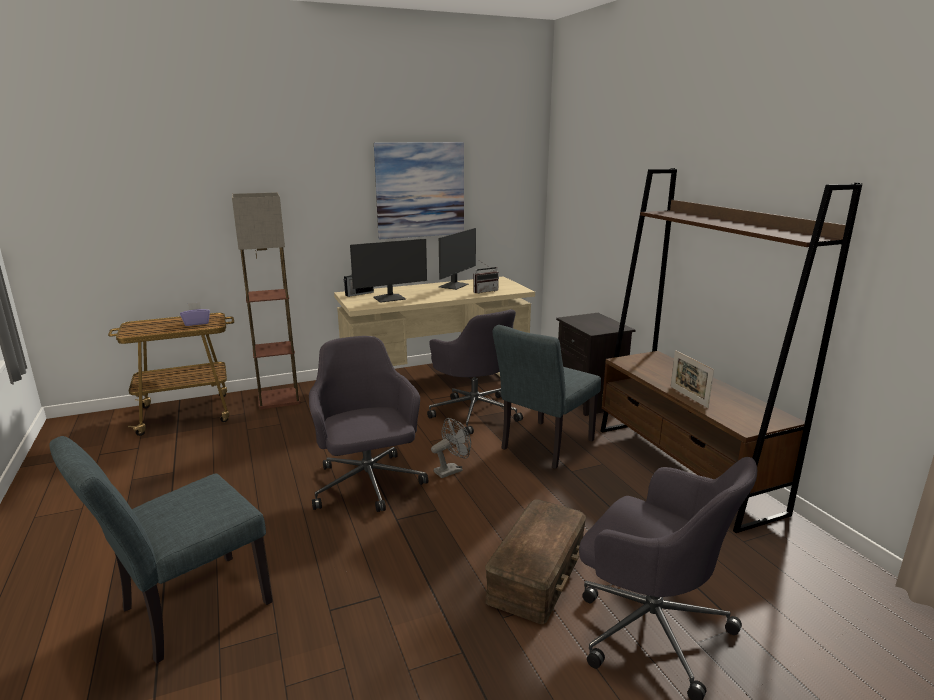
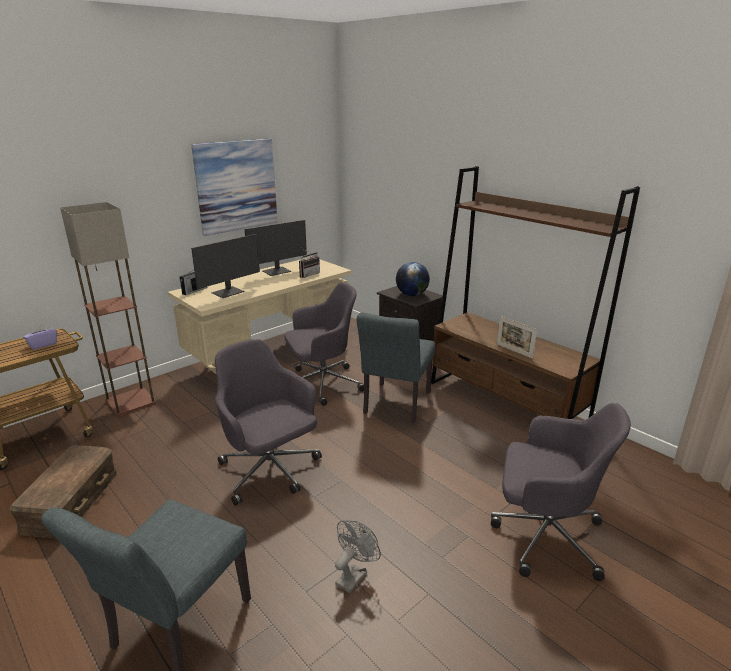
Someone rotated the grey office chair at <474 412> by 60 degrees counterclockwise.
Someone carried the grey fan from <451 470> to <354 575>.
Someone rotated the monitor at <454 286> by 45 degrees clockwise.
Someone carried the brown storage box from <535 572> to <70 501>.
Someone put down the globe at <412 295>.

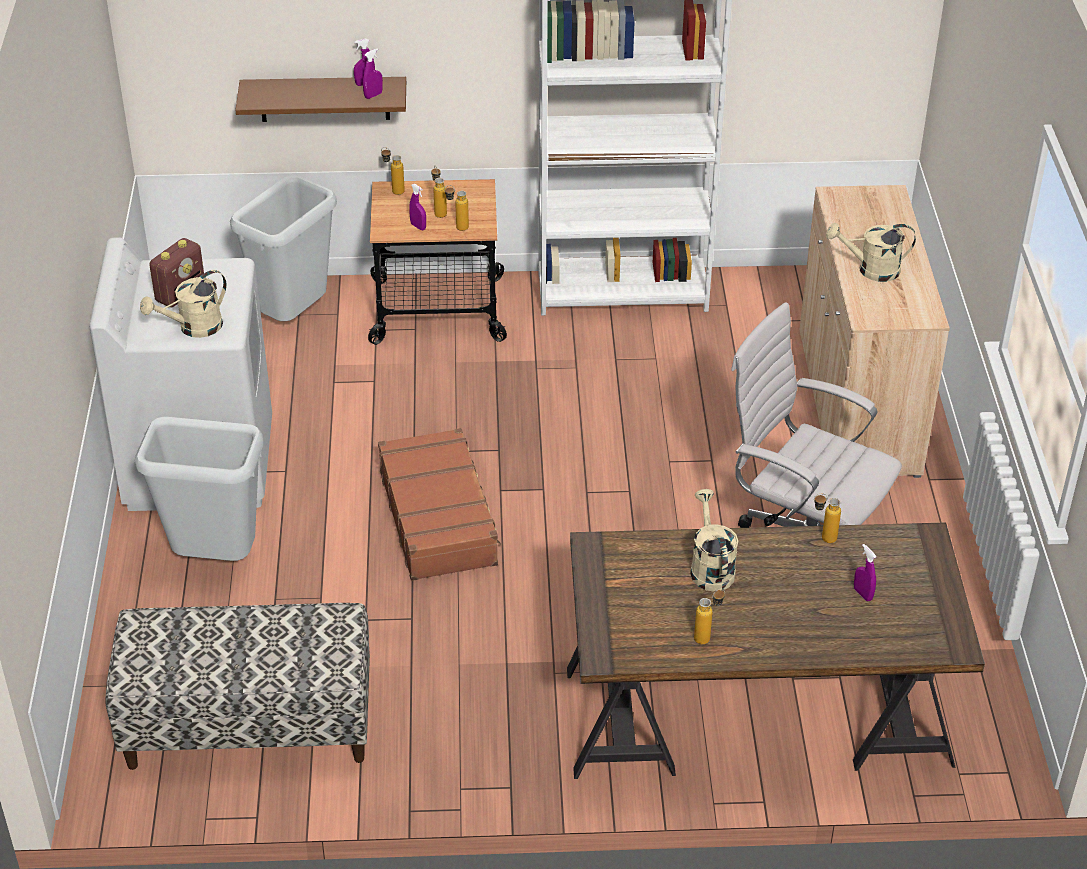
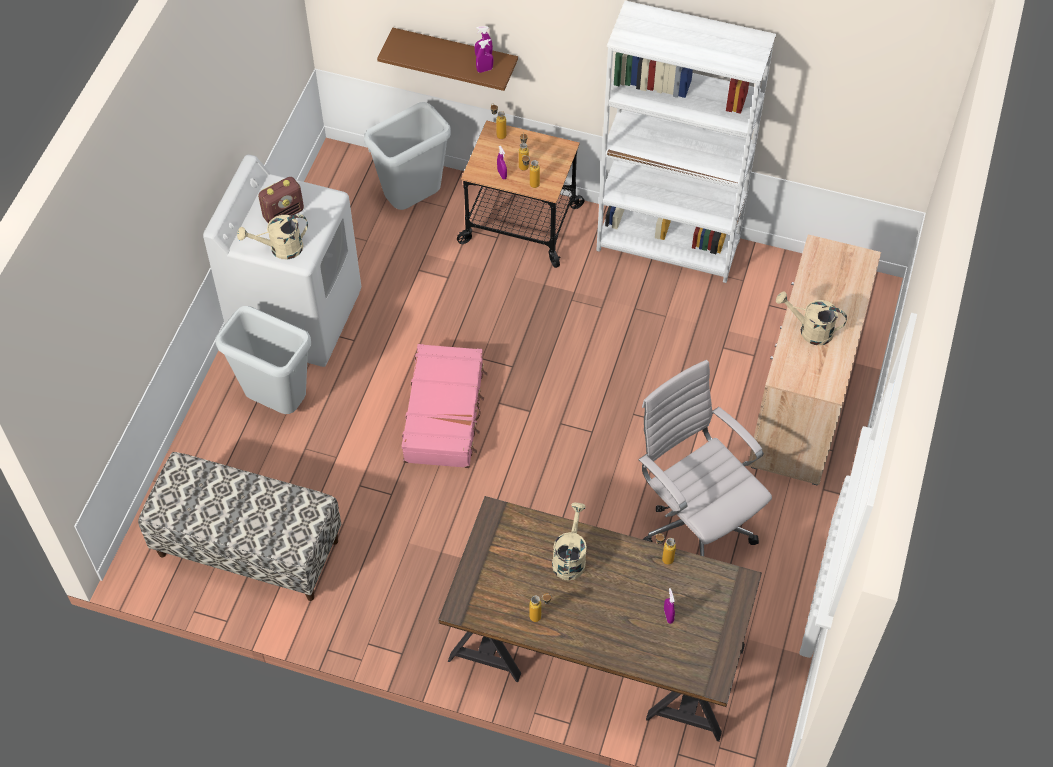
Someone repainted the brown suitcase at <439 517>, which became the pink suitcase at <445 413>.

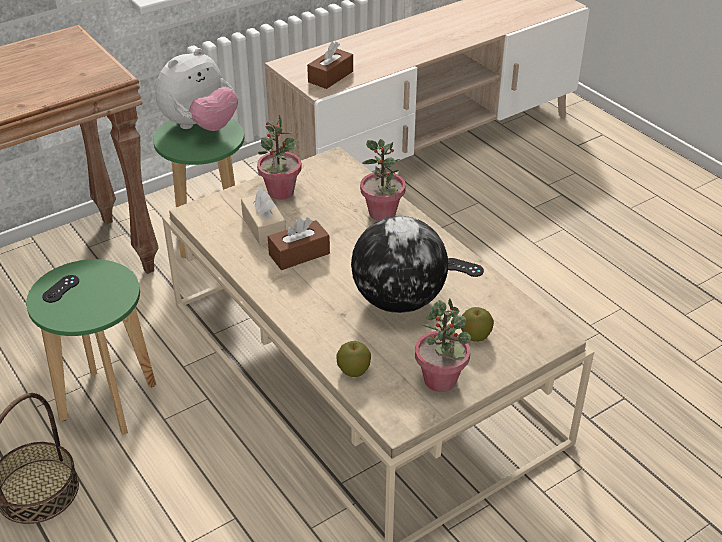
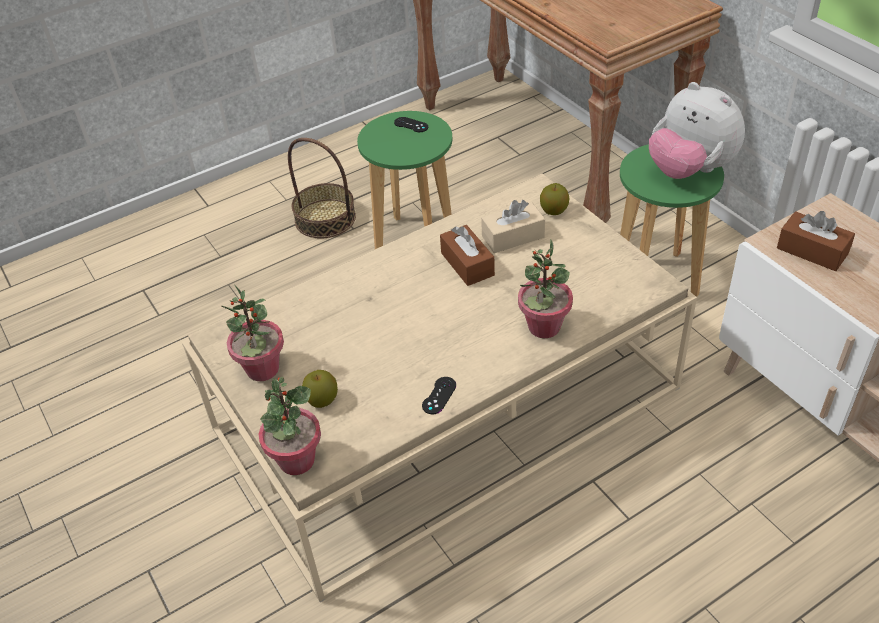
Someone carried the potted plant from <280 192> to <296 460>.
Someone carried the apple from <353 370> to <554 211>.
Someone took away the globe at <398 300>.

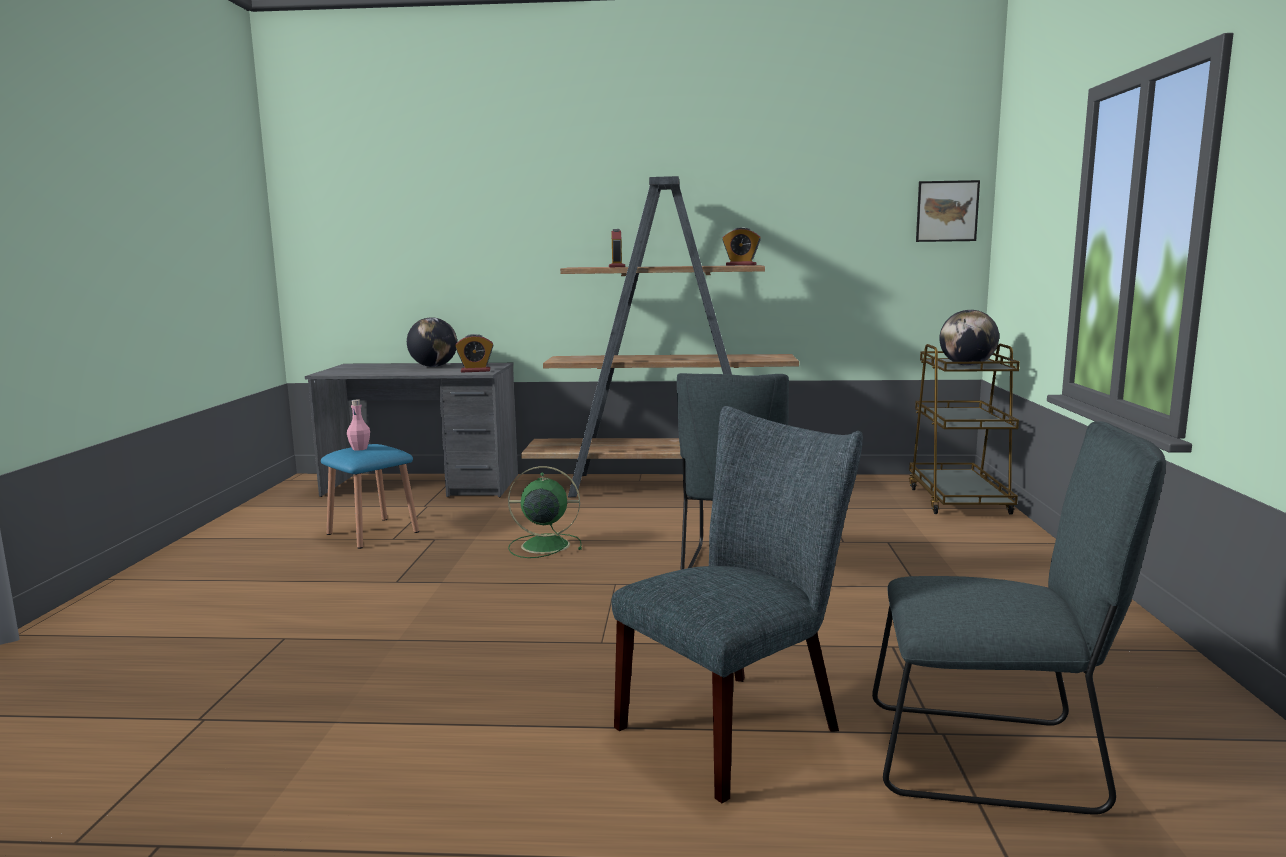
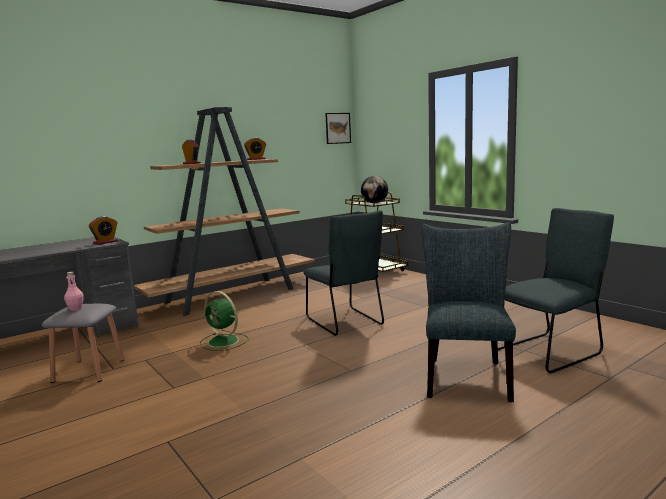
Someone repainted the blue stool at <373 533>, which became the grey stool at <89 370>.
Someone took away the globe at <433 366>.
Someone rotated the green fan at <543 545> by 105 degrees counterclockwise.

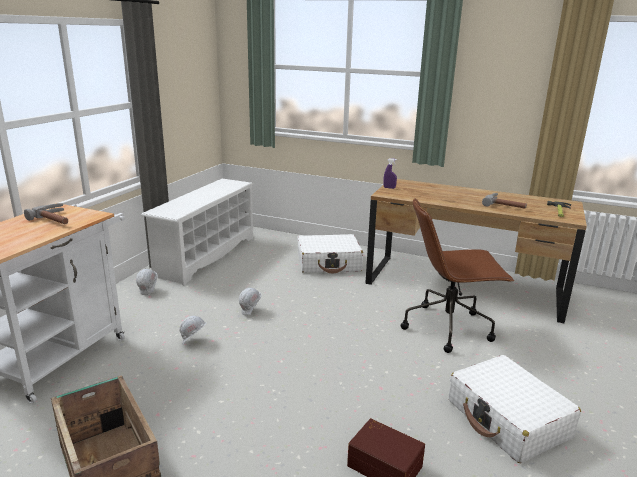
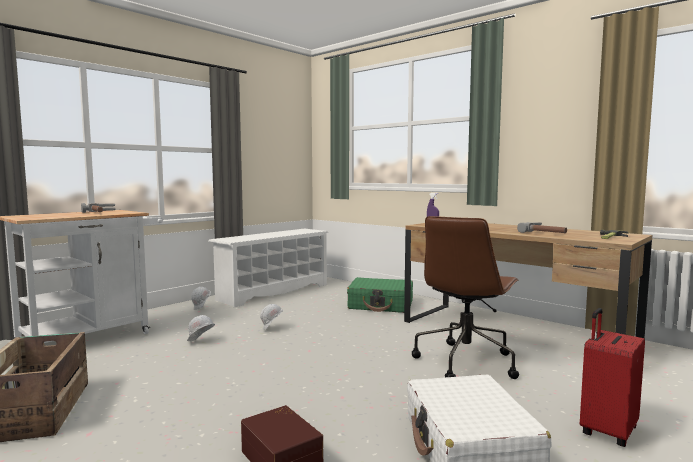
Someone repainted the white suitcase at <329 263>, which became the green suitcase at <381 305>.
Someone rotated the brown office chair at <448 327> by 75 degrees counterclockwise.
Someone put down the red suitcase at <607 431>.

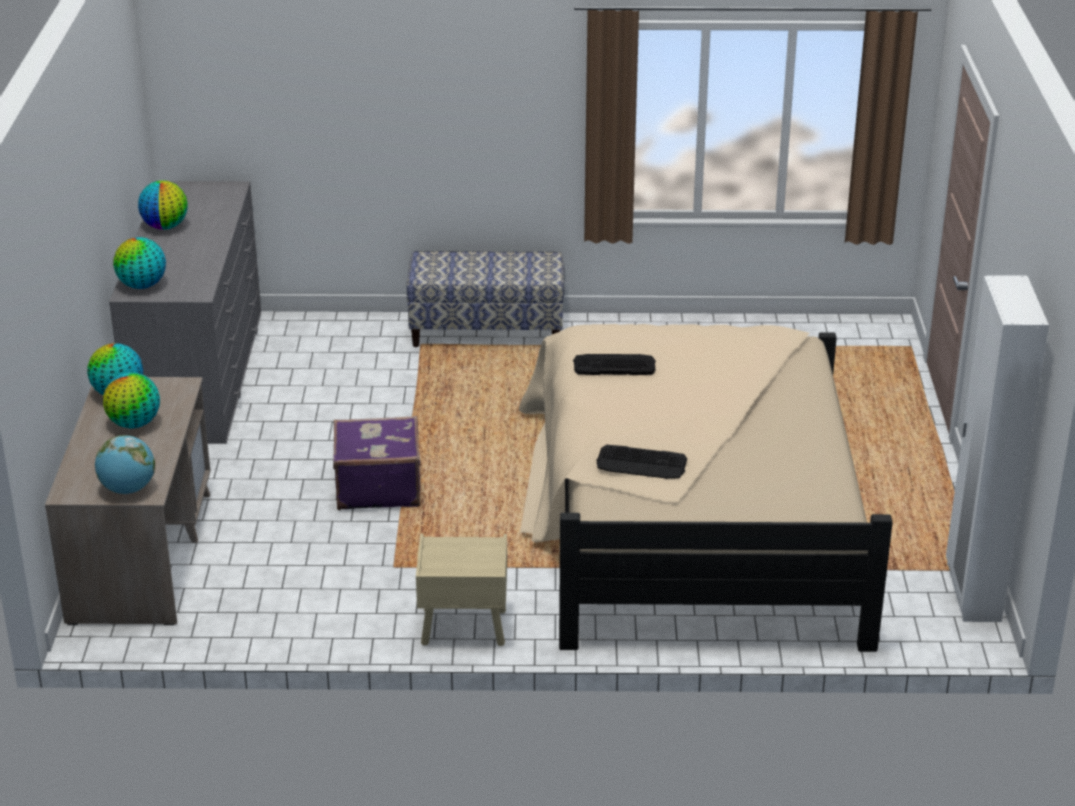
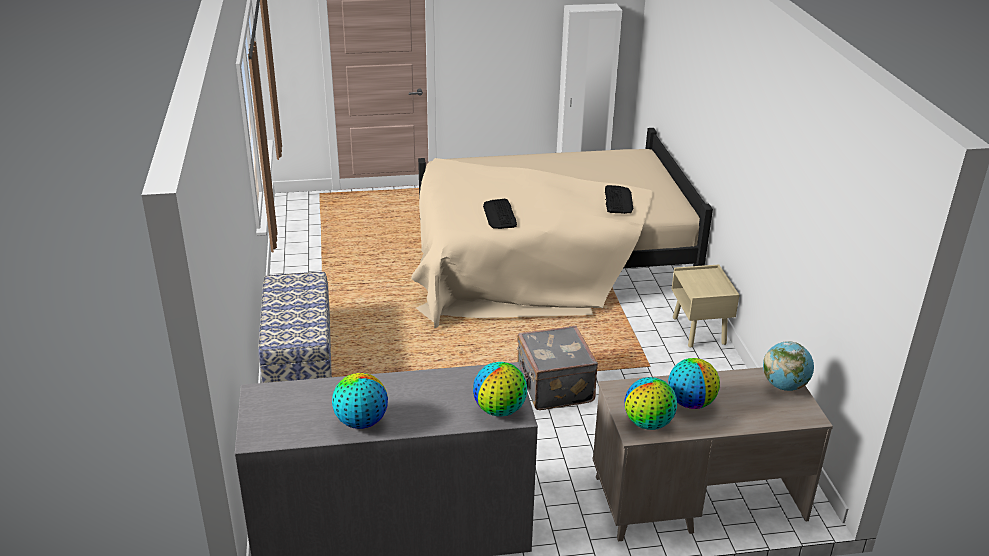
Someone repainted the purple suitcase at <377 487>, which became the grey suitcase at <553 387>.

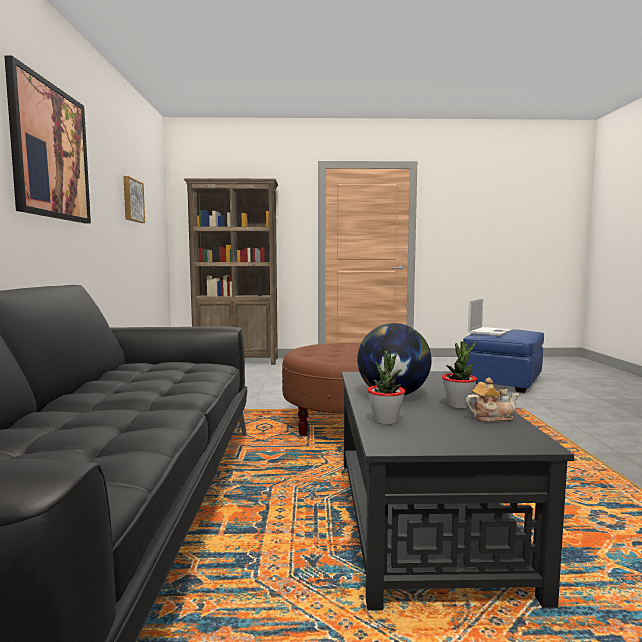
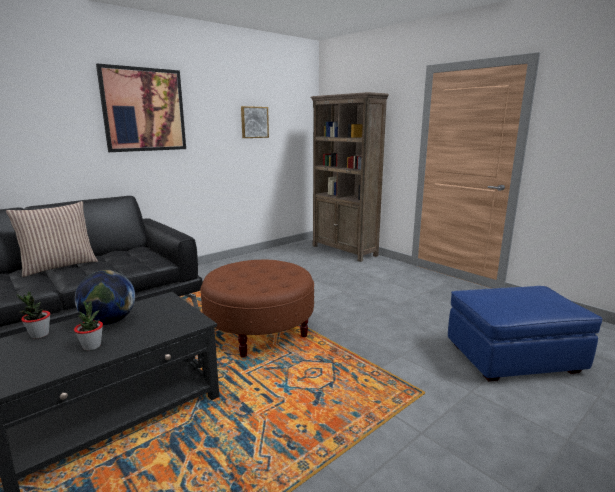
Someone took away the teapot at <491 417>.
Someone took away the laptop at <490 332>.
Someone put down the pillow at <59 266>.

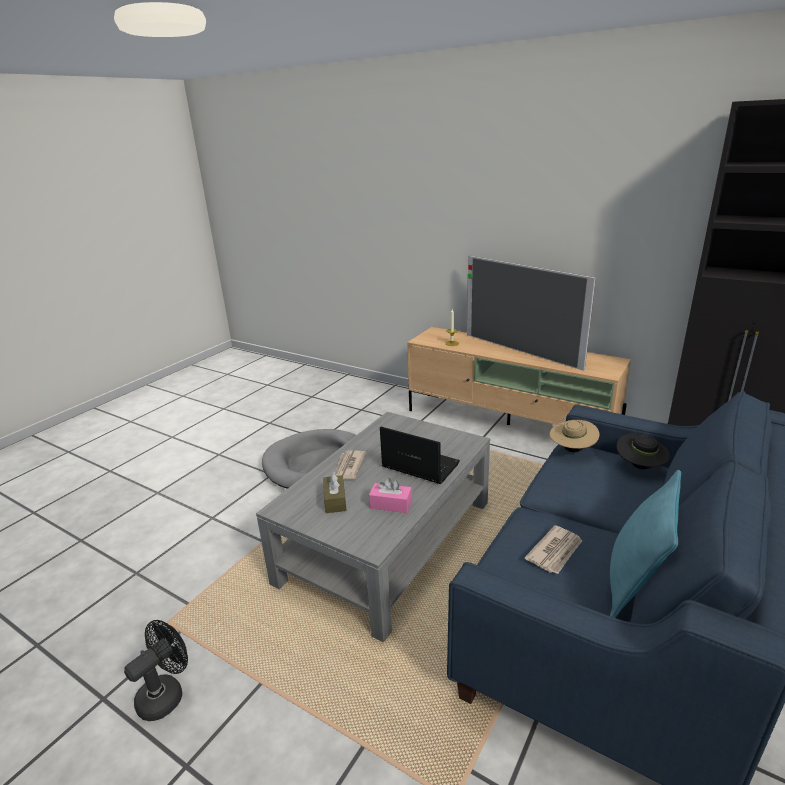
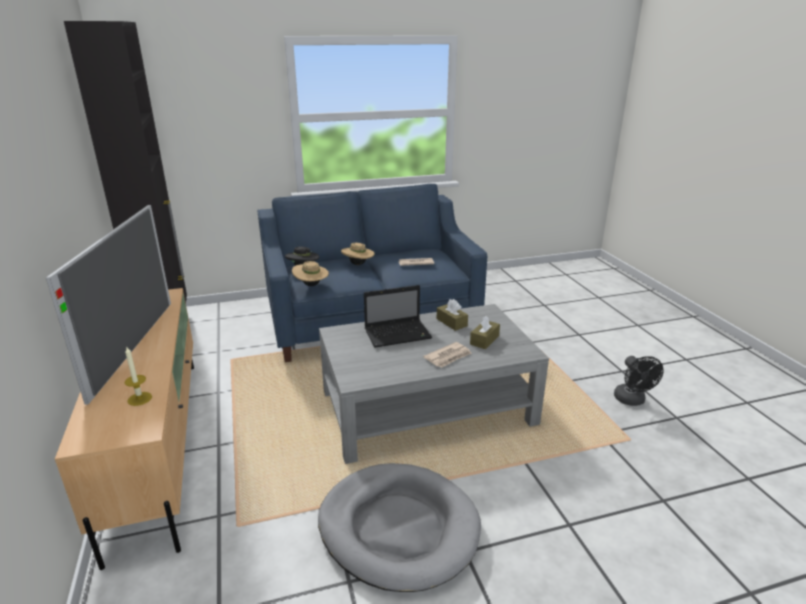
Someone rotated the black fan at <166 694> by 90 degrees counterclockwise.
Someone repainted the pink tissue box at <391 504>, which became the brown tissue box at <451 322>.
Someone rotated the laptop at <418 465> by 90 degrees counterclockwise.
Someone took away the turquoise pillow at <635 584>.
Someone put down the beige hat at <358 264>.

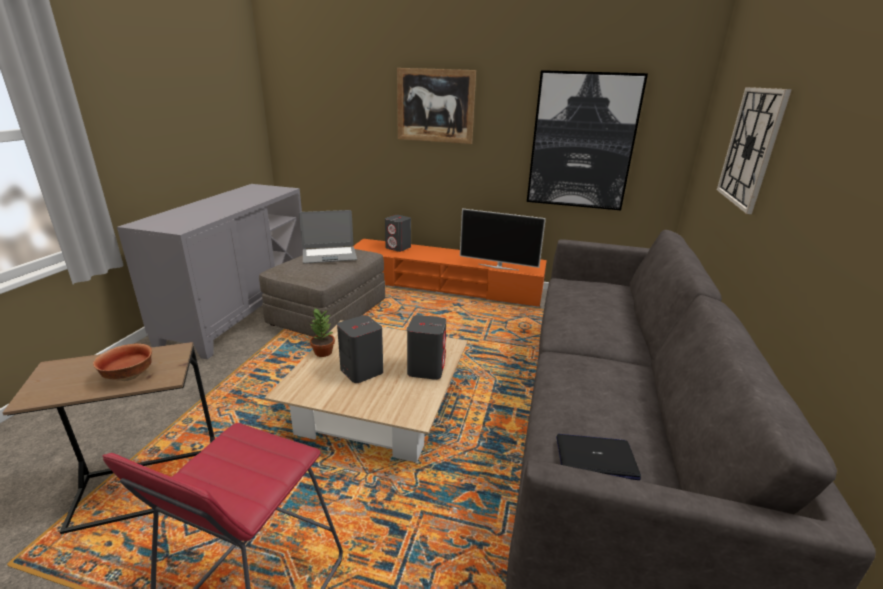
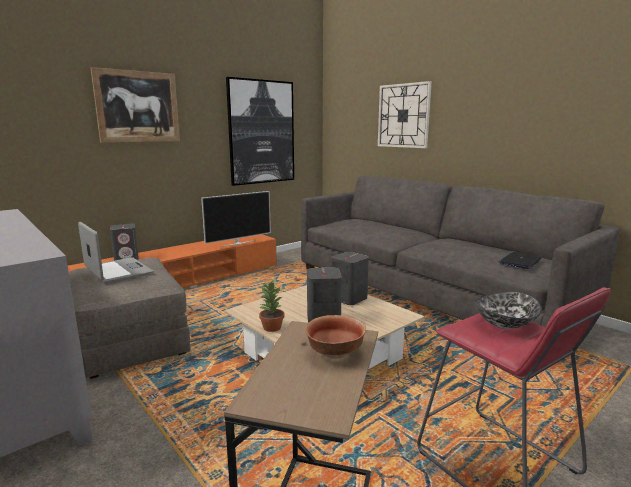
Someone rotated the laptop at <329 256> by 60 degrees counterclockwise.
Someone put down the bowl at <505 324>.

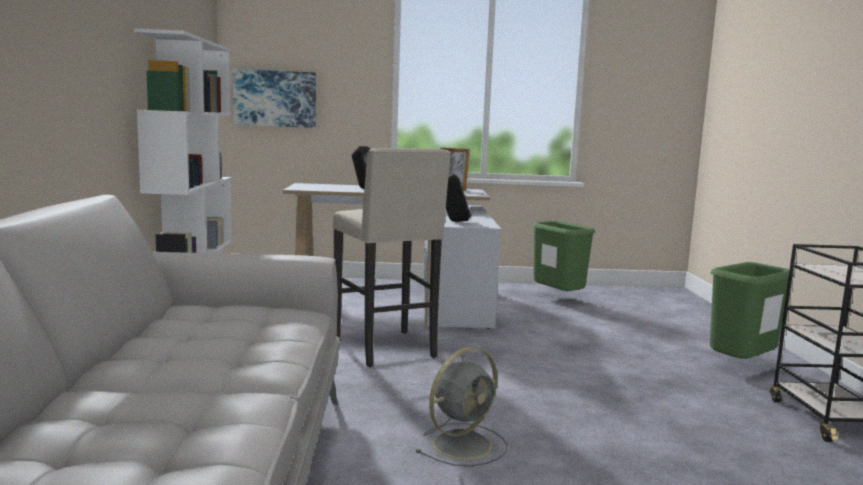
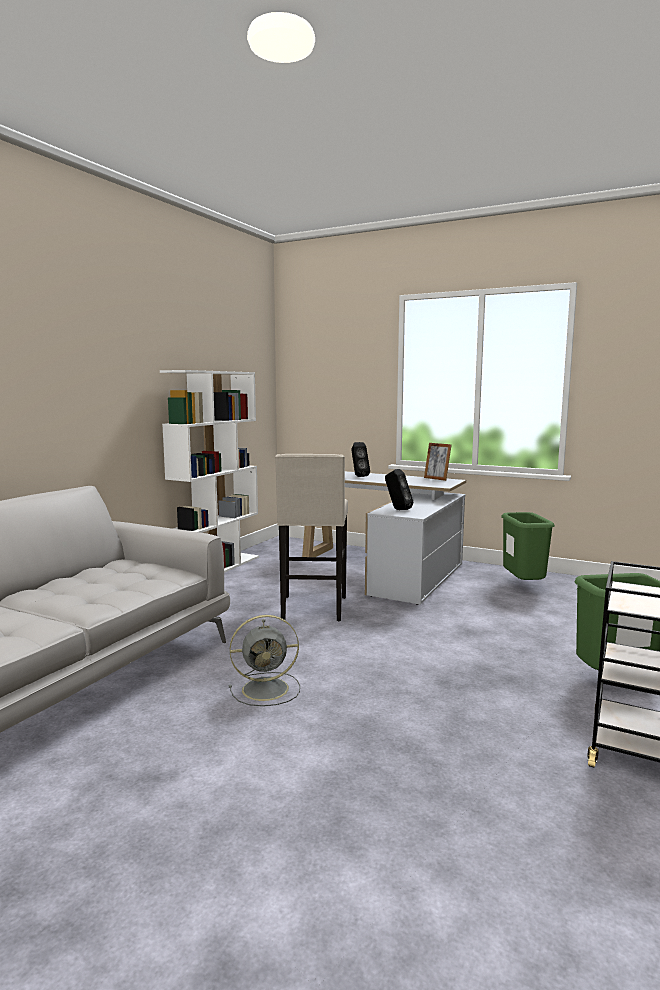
Someone took away the picture at <275 98>.

